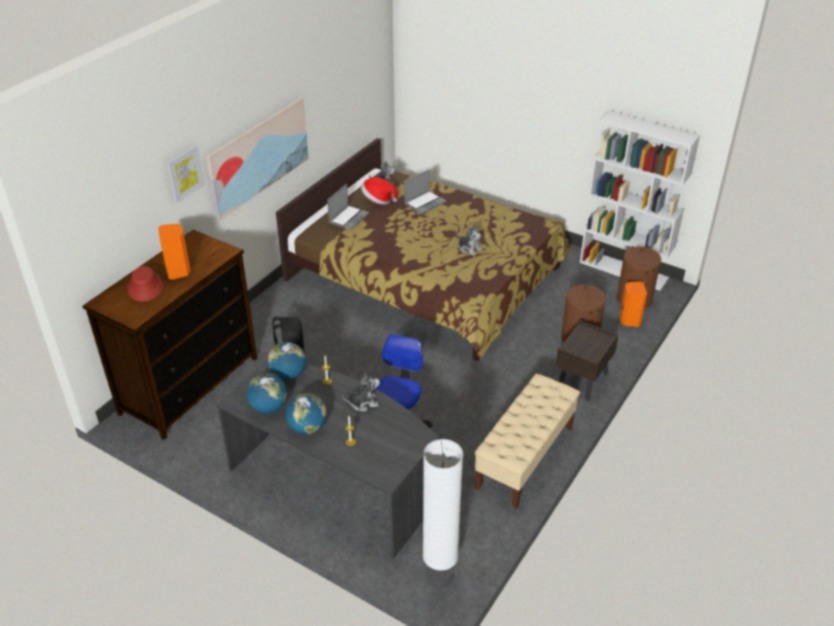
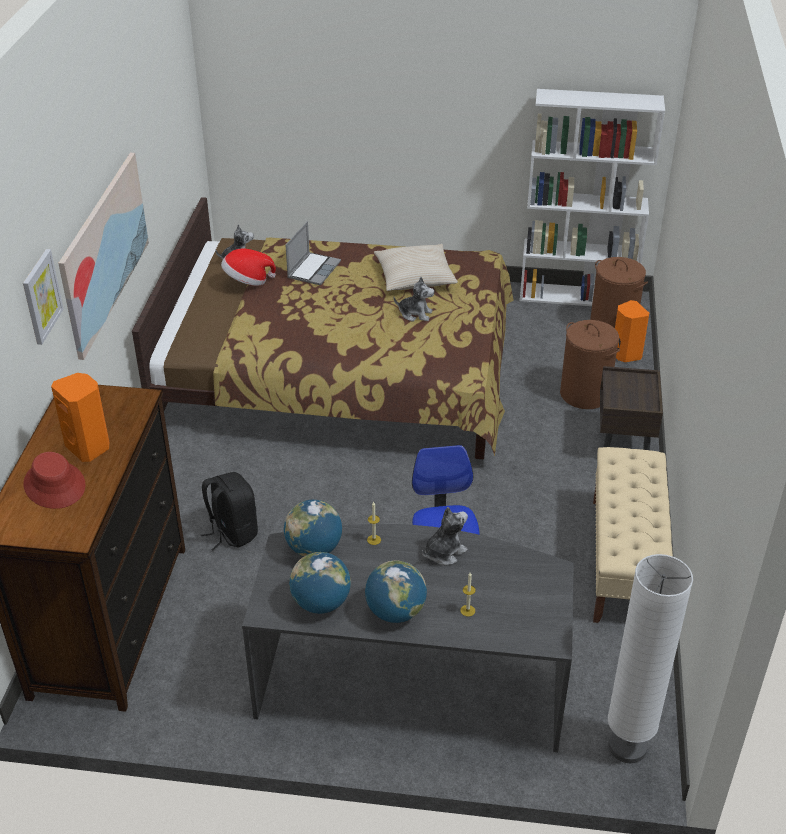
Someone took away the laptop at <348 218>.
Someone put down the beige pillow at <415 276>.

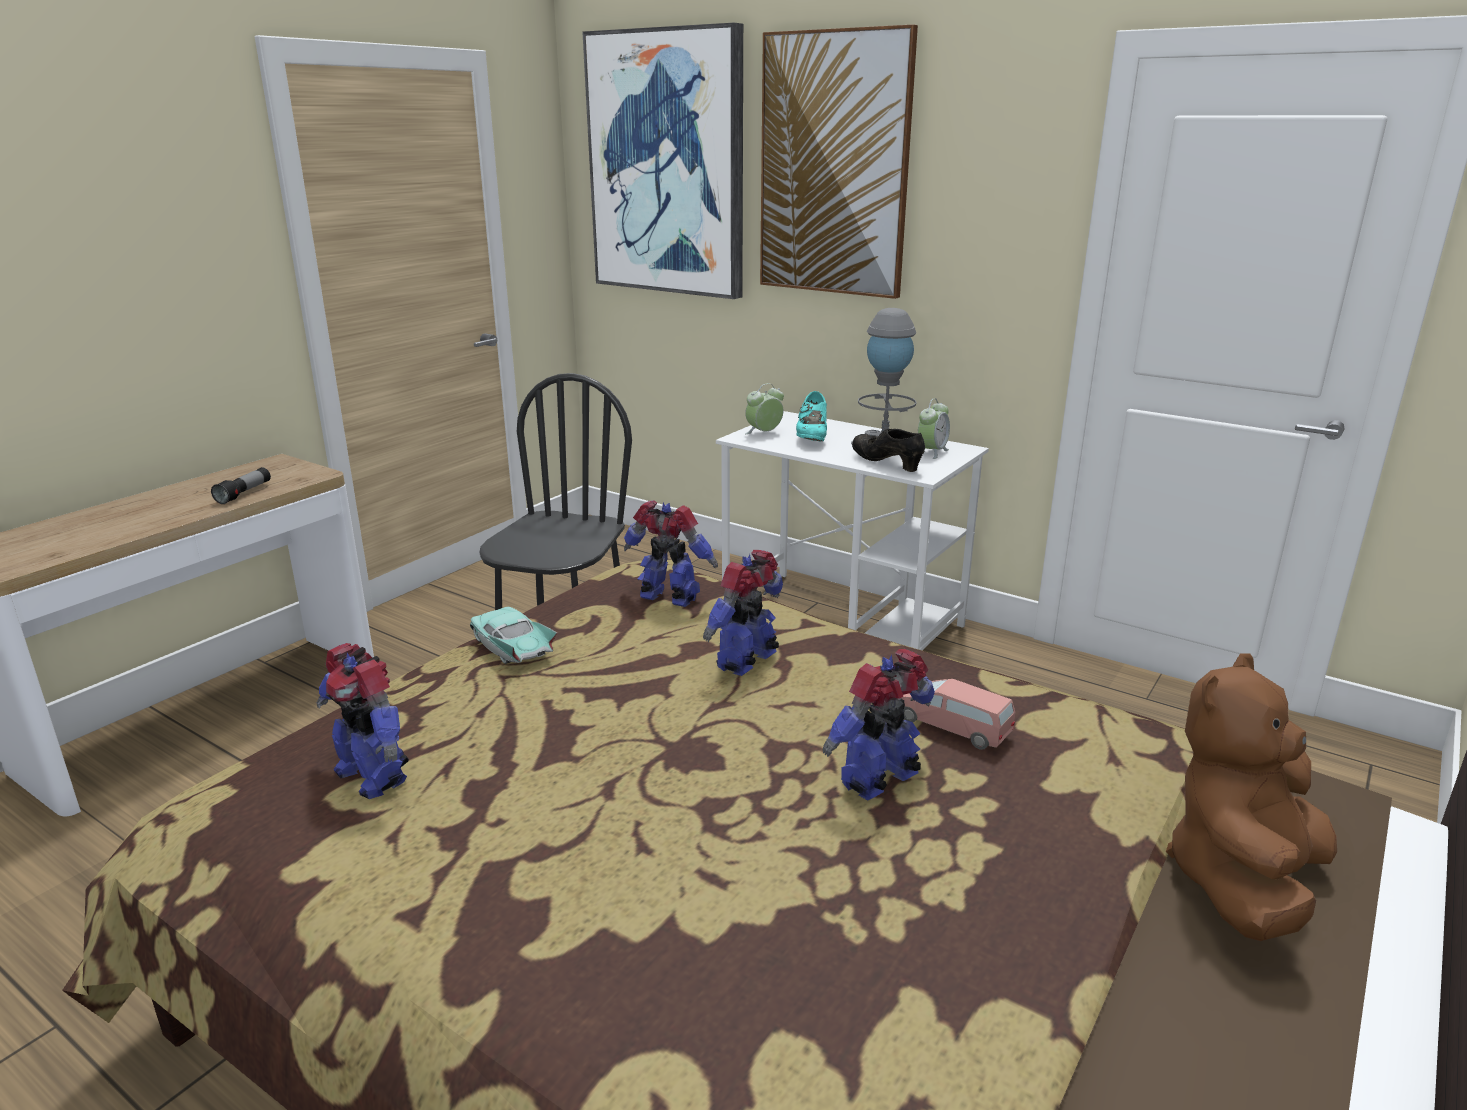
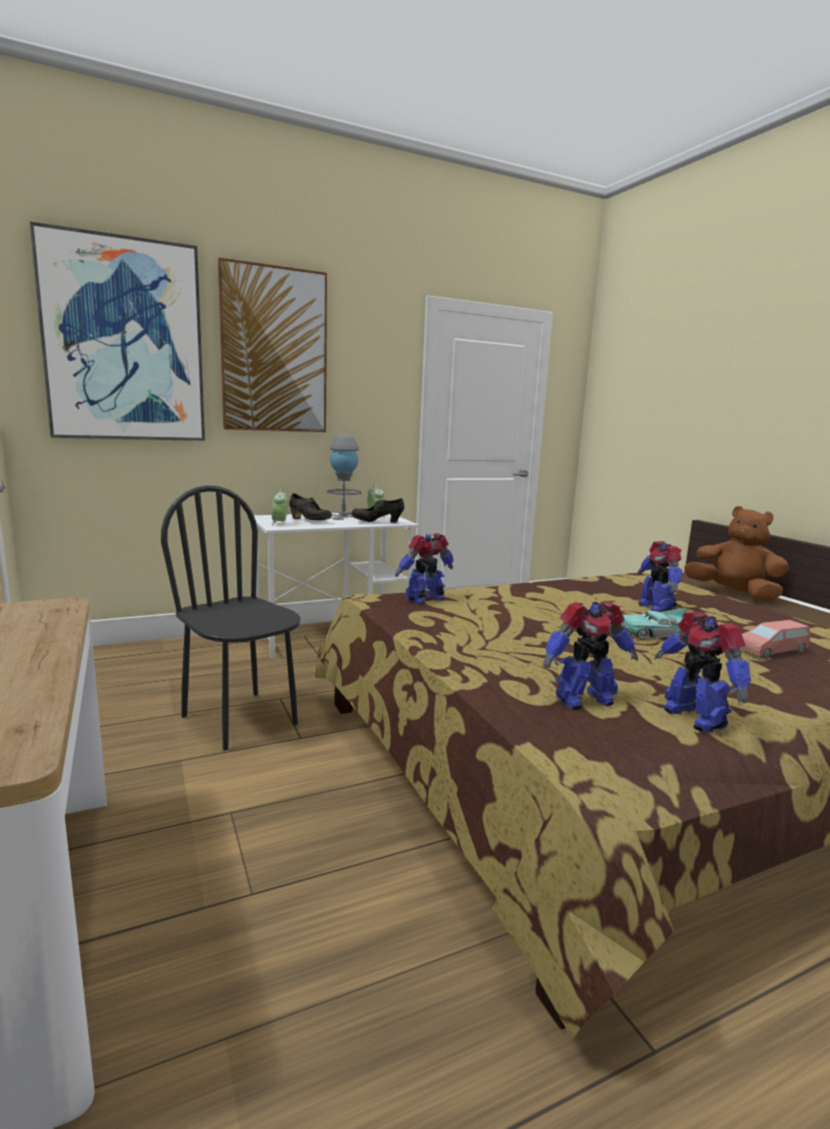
Someone took away the flashlight at <244 493>.
Someone carried the turquoise toy car from <513 648> to <659 634>.
Someone carried the toy robot from <748 661> to <694 717>.
Someone repainted the turquoise shoe at <812 438>, which became the black shoe at <309 521>.
Someone carried the pink toy car from <952 726> to <771 651>.
Someone rotated the brown plush toy at <1241 882> by 150 degrees clockwise.

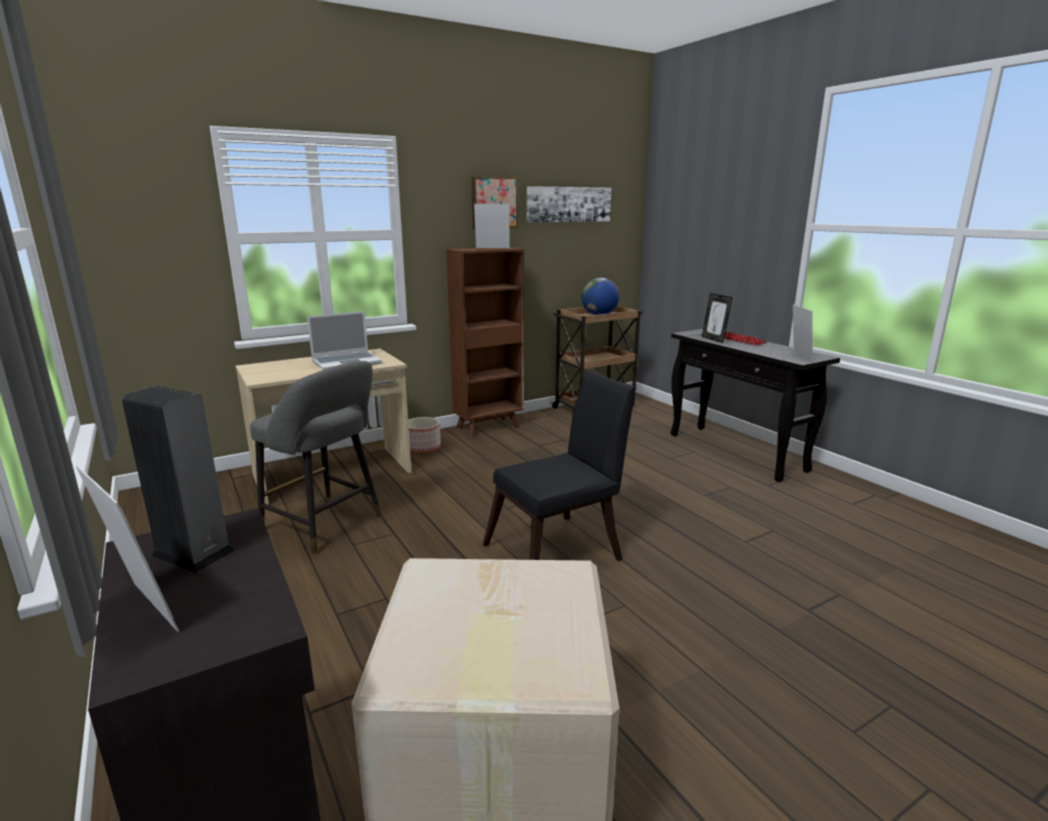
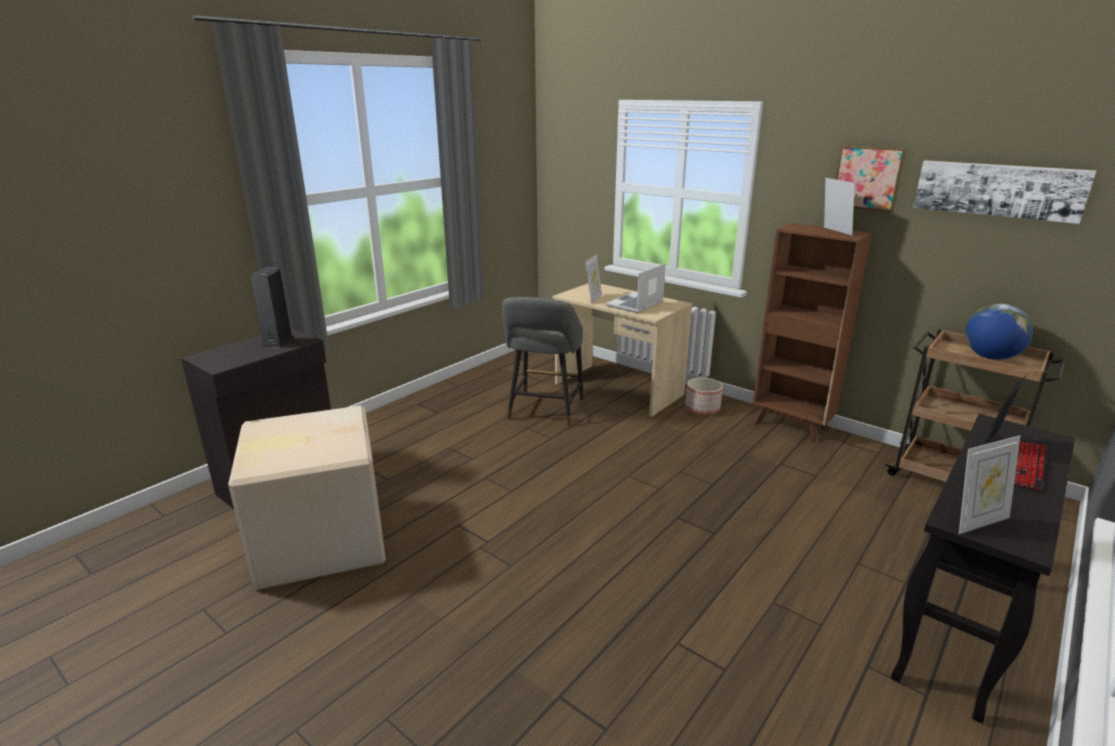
Someone carried the picture frame from <142 612> to <593 298>.
Someone rotated the laptop at <347 362> by 90 degrees clockwise.
Someone took away the black chair at <560 551>.

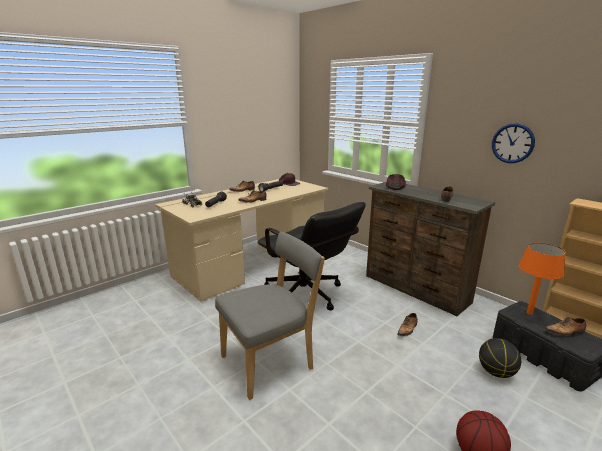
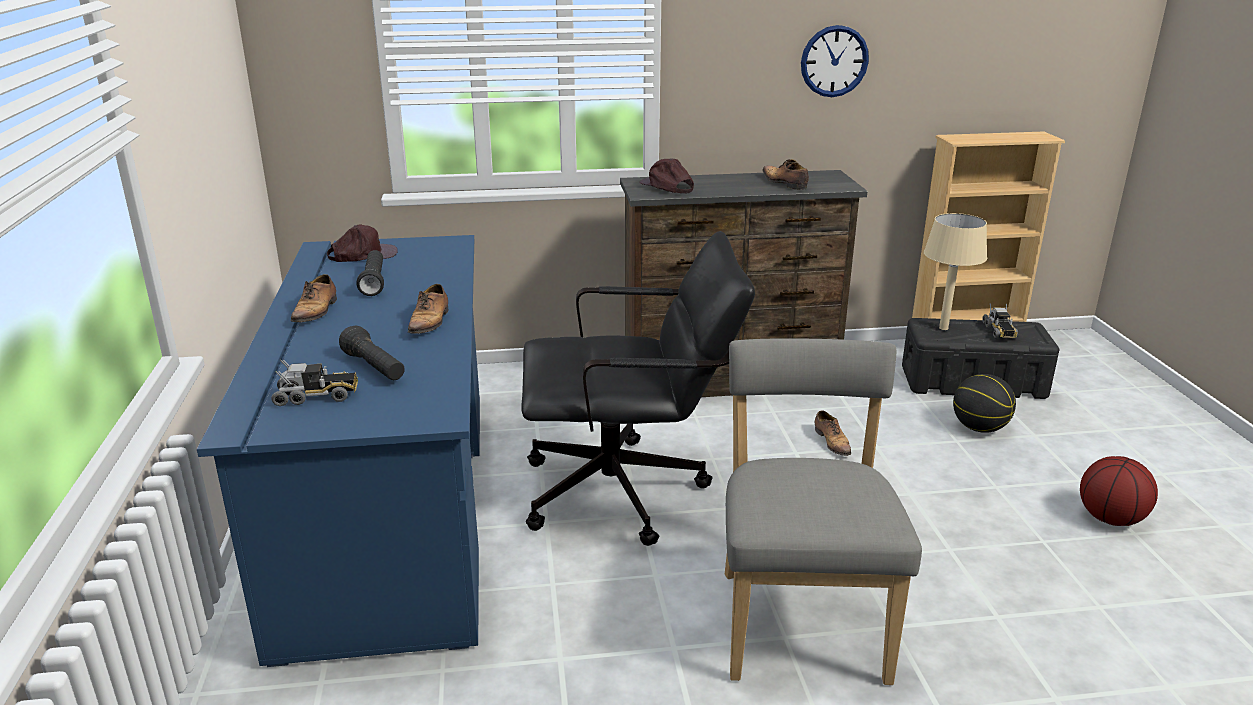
Someone repainted the beige desk at <251 264>, which became the blue desk at <391 509>.
Someone repainted the orange table lamp at <529 313>, which became the beige table lamp at <943 328>.
Someone swapped the shoe at <565 332> for the toy truck at <999 331>.

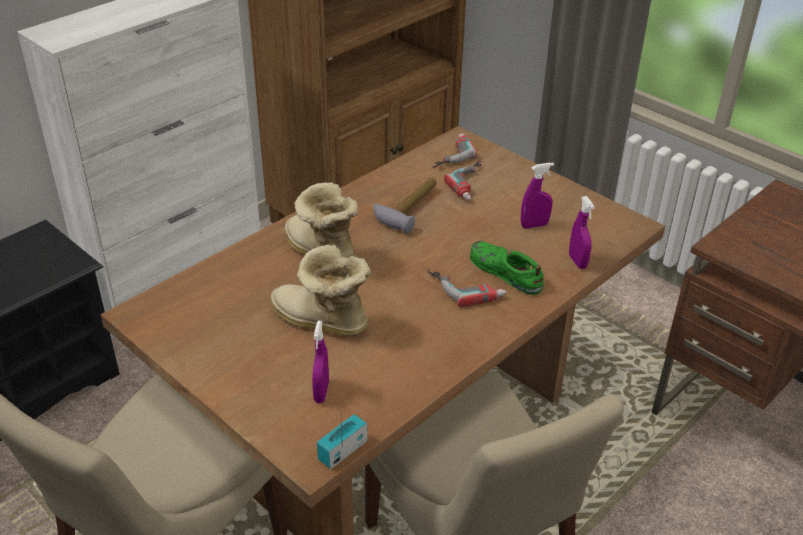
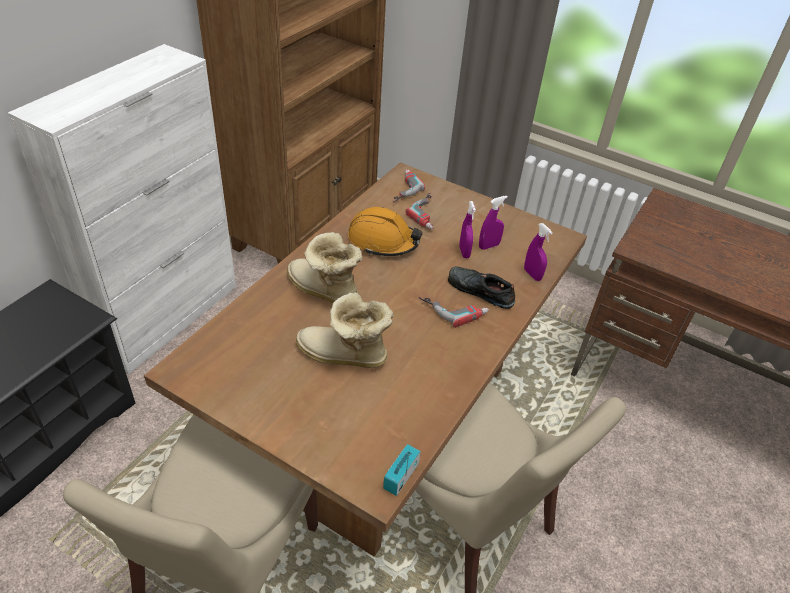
Someone carried the purple spray bottle from <321 392> to <464 252>.
Someone swapped the hammer at <407 208> for the orange hard hat at <383 241>.
Someone repainted the green shoe at <504 272>, which became the black shoe at <479 291>.

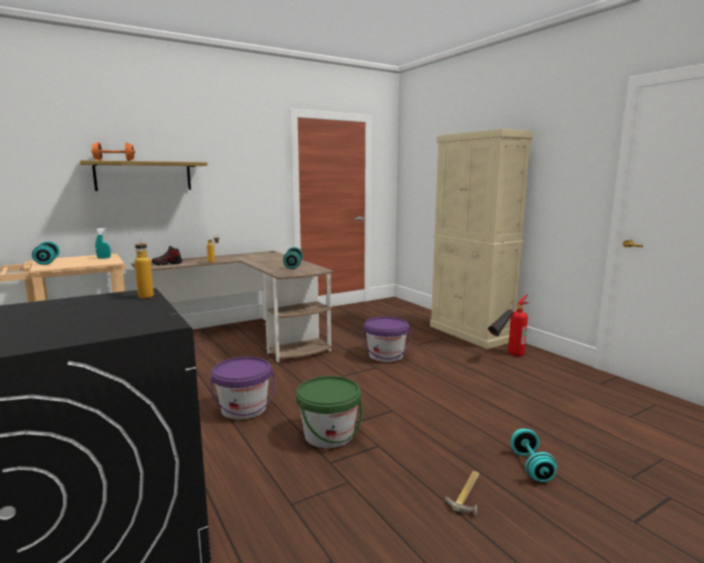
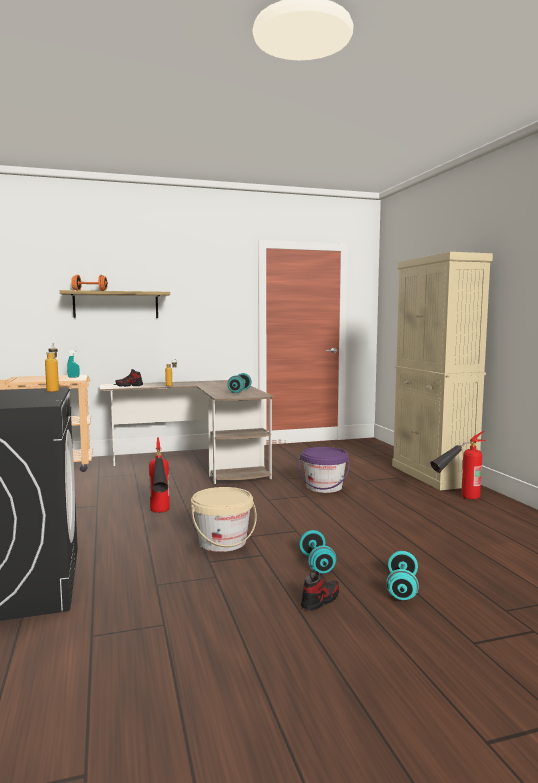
Someone carried the turquoise dumbbell from <47 262> to <316 564>.
Someone swapped the purple bucket at <244 409> for the fire extinguisher at <160 515>.
Someone repainted the green bucket at <329 435>, which became the beige bucket at <222 542>.
Someone swapped the hammer at <469 495> for the shoe at <320 600>.

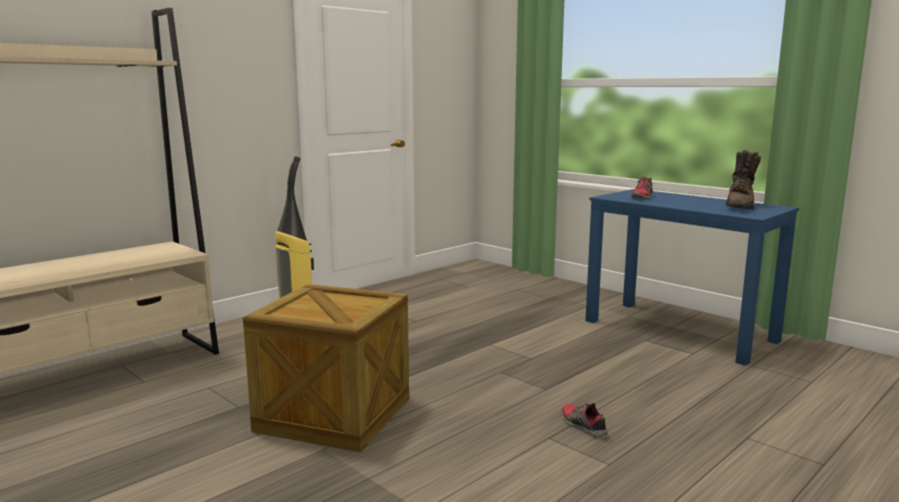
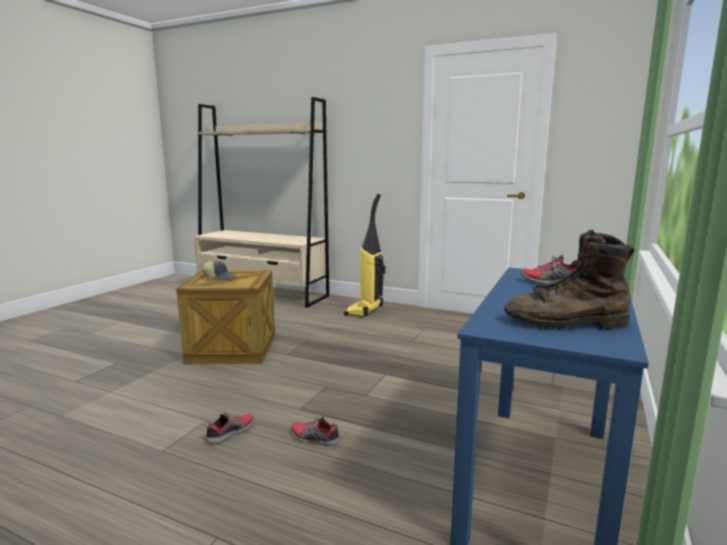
Someone put down the cap at <220 277>.
Someone put down the shoe at <314 439>.

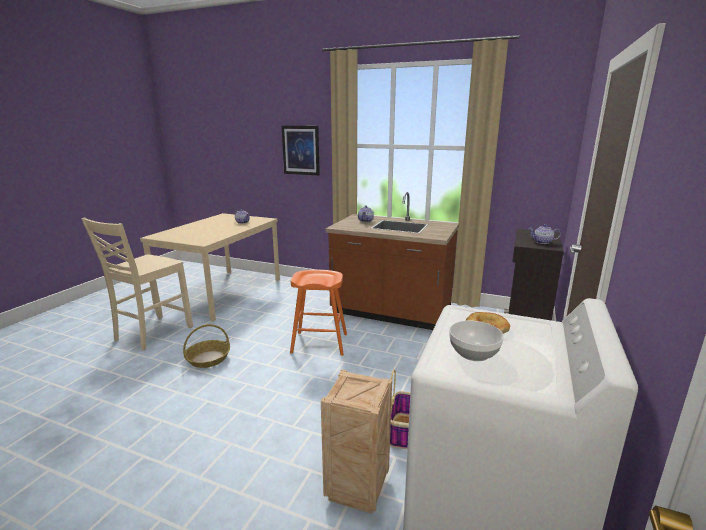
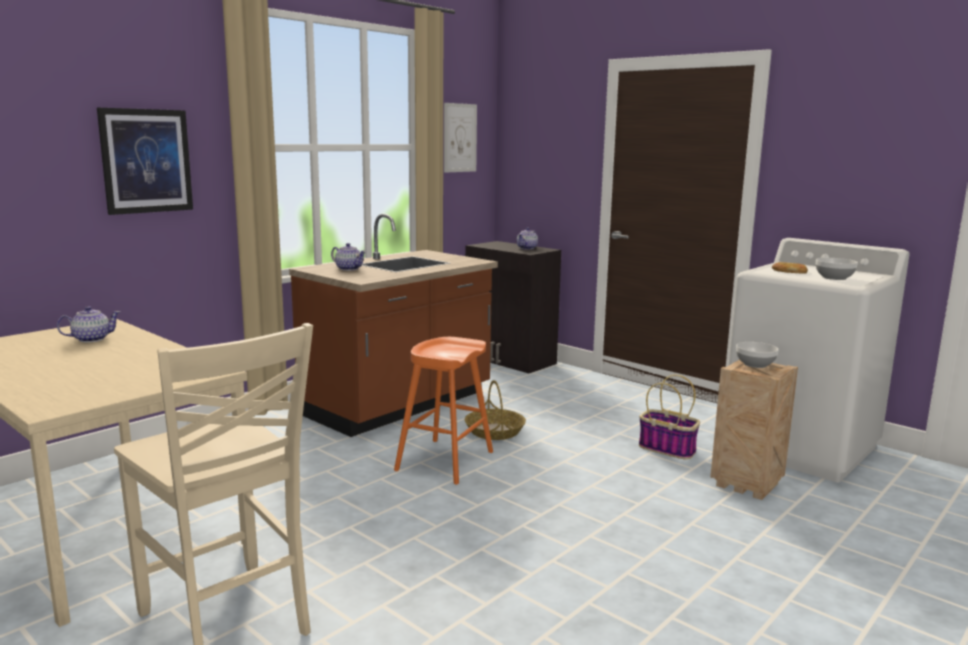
Someone carried the basket from <208 358> to <494 431>.
Someone put up the picture at <460 138>.
Someone put down the bowl at <754 364>.

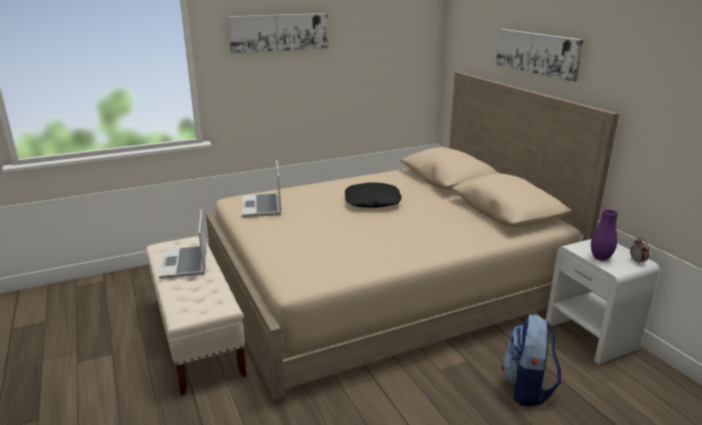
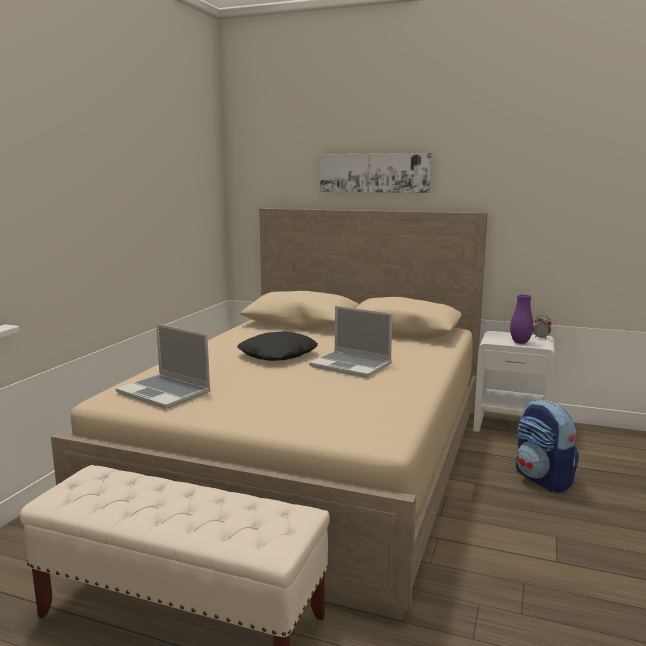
Someone carried the laptop from <185 264> to <352 365>.
Someone took away the picture at <279 32>.

